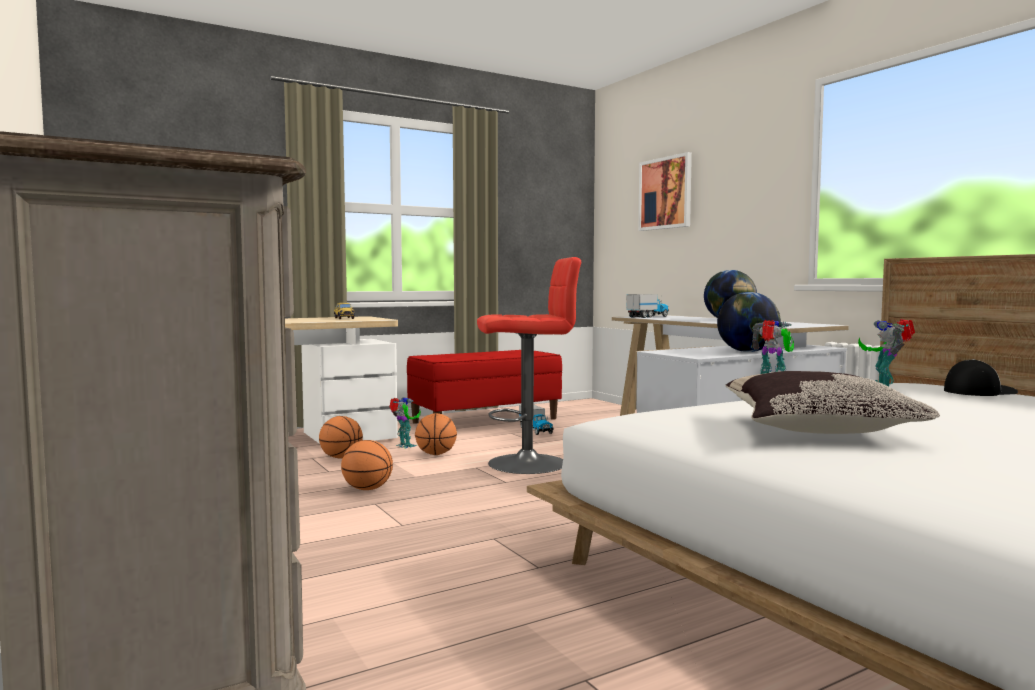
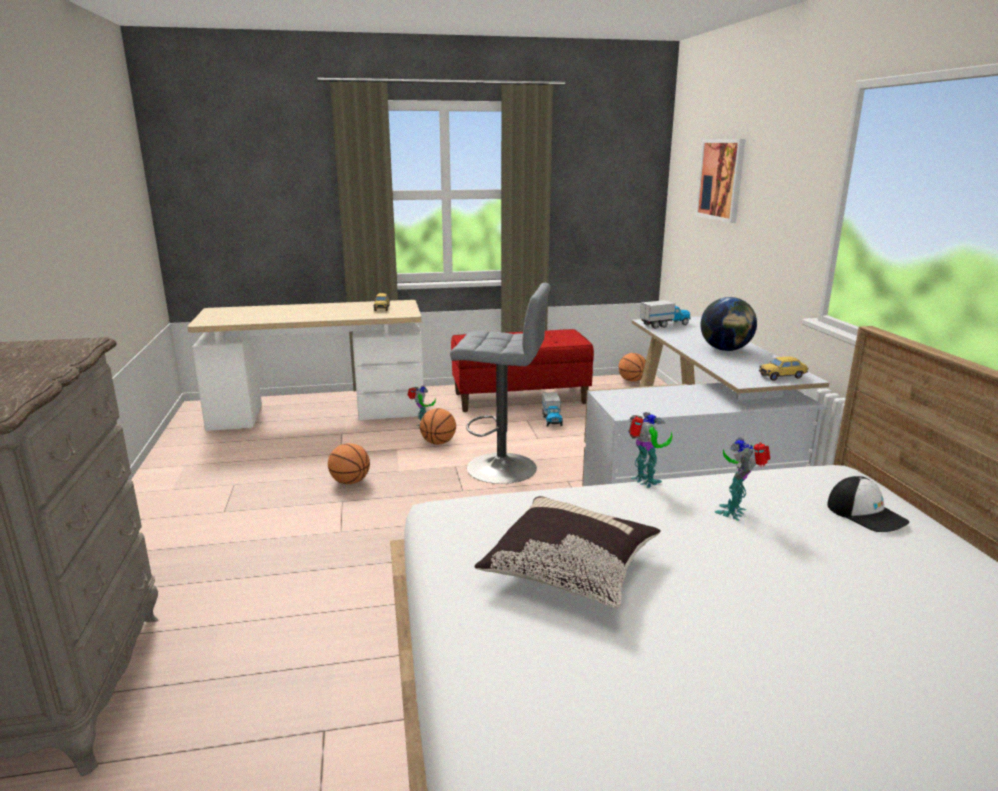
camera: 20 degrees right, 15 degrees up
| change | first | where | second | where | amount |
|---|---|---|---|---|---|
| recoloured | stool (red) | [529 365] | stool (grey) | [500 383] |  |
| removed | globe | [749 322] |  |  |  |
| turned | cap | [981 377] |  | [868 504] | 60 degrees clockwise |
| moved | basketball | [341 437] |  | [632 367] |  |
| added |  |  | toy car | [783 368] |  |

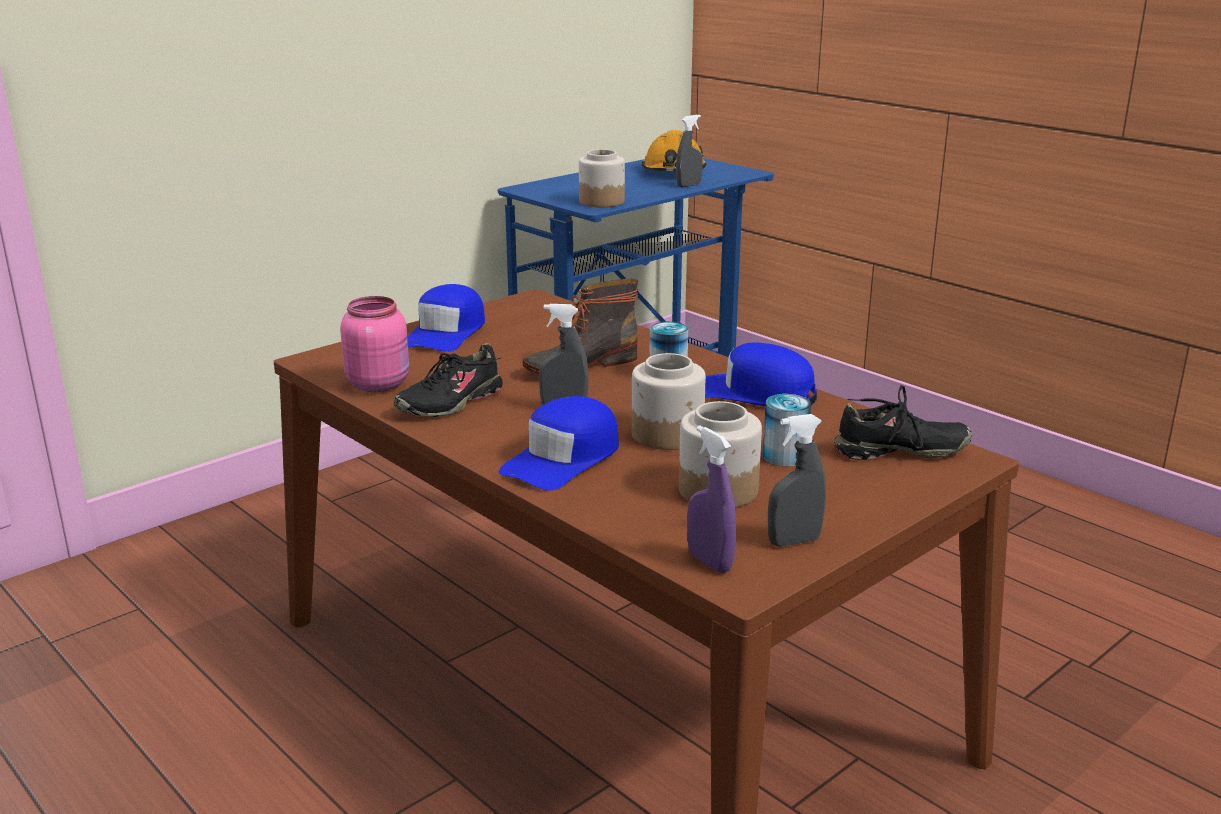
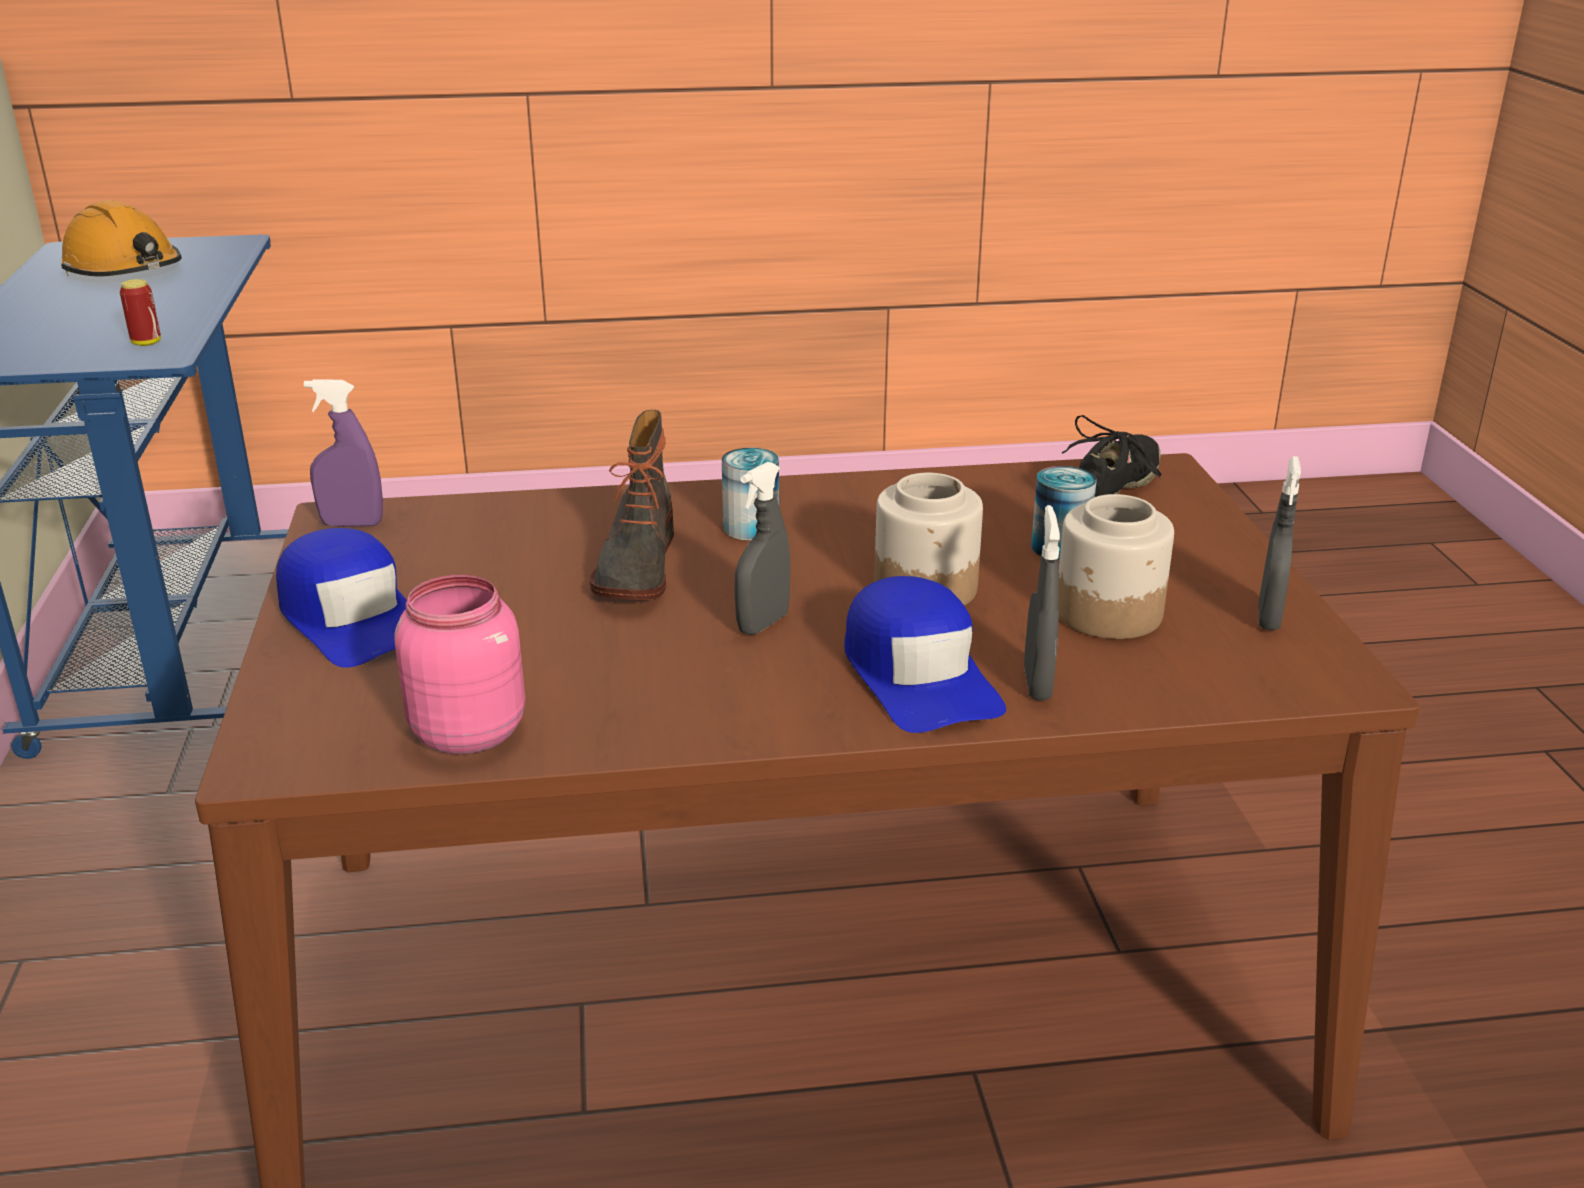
camera: 55 degrees left, 5 degrees up
| change | first | where | second | where | amount |
|---|---|---|---|---|---|
| moved | spray bottle (grey) | [689 151] |  | [1042 602] |  |
| replaced | jar | [602 178] | can | [140 312] |  |
| removed | cap (blue) | [761 374] |  |  |  |
| removed | shoe (black) | [448 380] |  |  |  |
| moved | spray bottle (purple) | [711 499] |  | [343 453] |  |

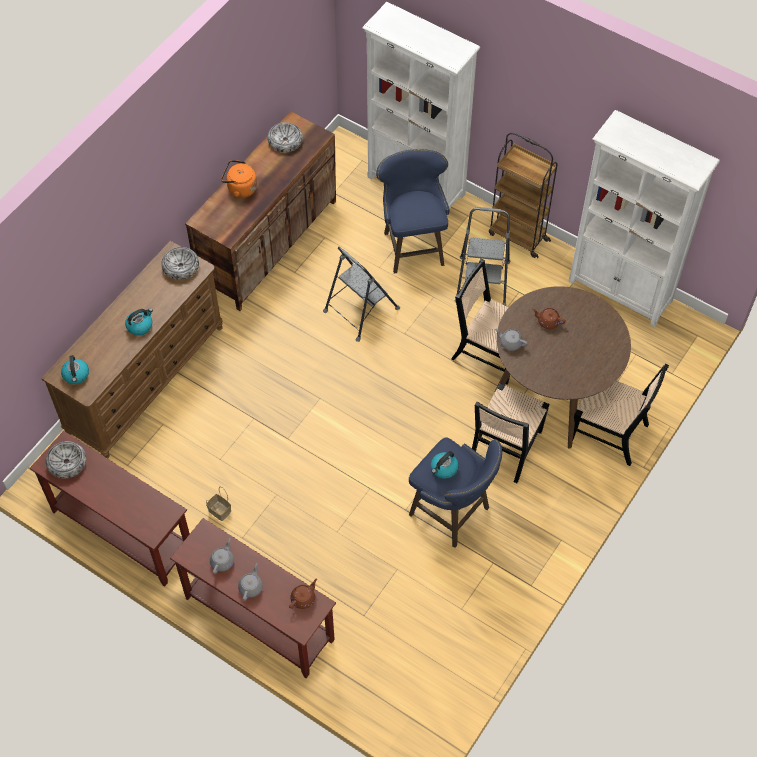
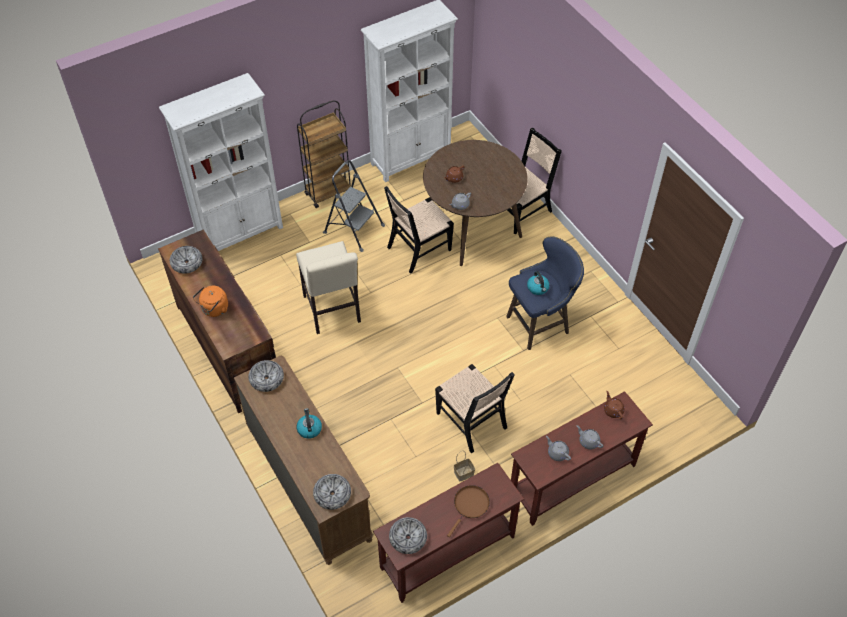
camera: 65 degrees left, 5 degrees down
| change | first | where | second | where | amount |
|---|---|---|---|---|---|
| removed | stool (blue) | [413 211] |  |  |  |
| replaced | step ladder (grey) | [361 294] | stool (beige) | [328 287] |  |
| replaced | kettle | [75 369] | bowl | [332 492] |  |
| moved | chair | [511 433] |  | [475 408] |  |
| added |  |  | frying pan (brown) | [468 511] |  |

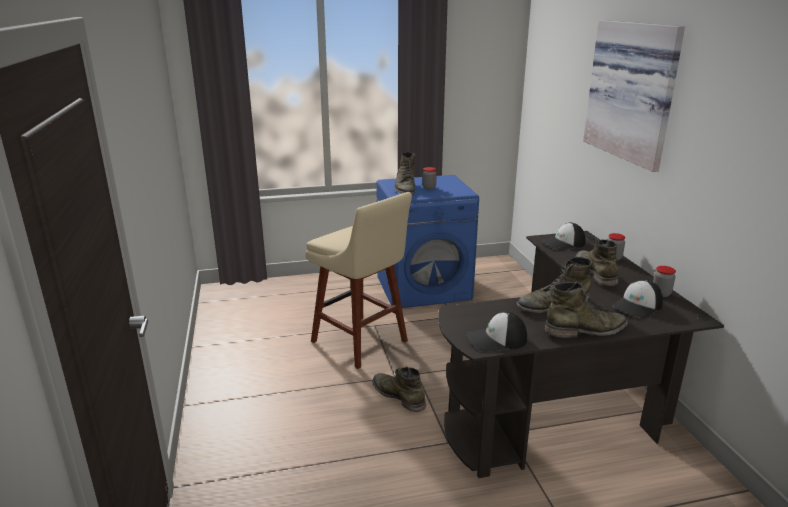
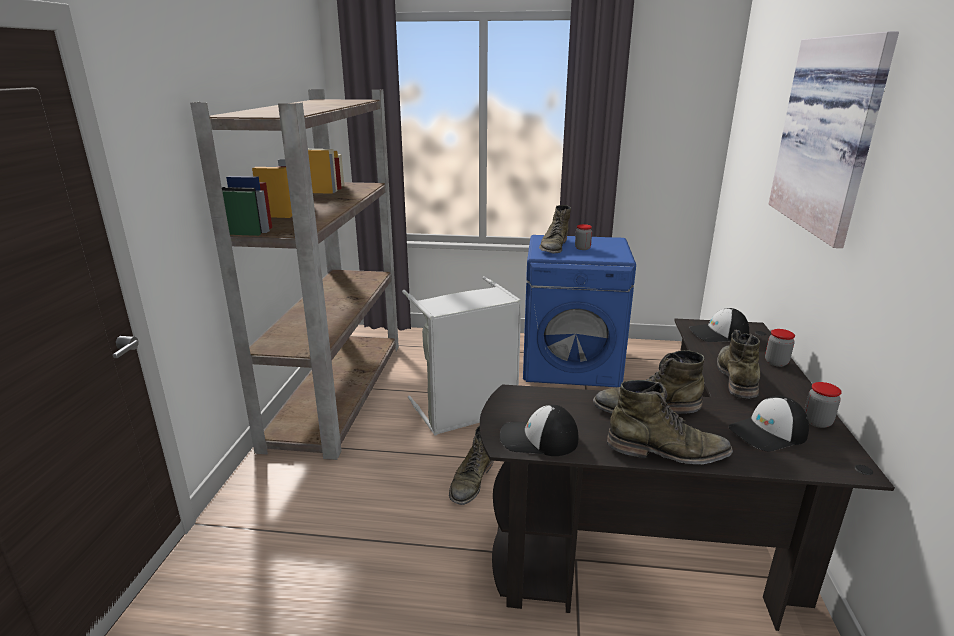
camera: 20 degrees right, 0 degrees up
| change | first | where | second | where | amount |
|---|---|---|---|---|---|
| replaced | stool (beige) | [359 280] | laundry basket (grey) | [462 356] |  |
| turned | boot (green) | [399 389] |  | [471 465] | 135 degrees counterclockwise |
| added |  |  | bookcase (brown) | [294 274] |  |

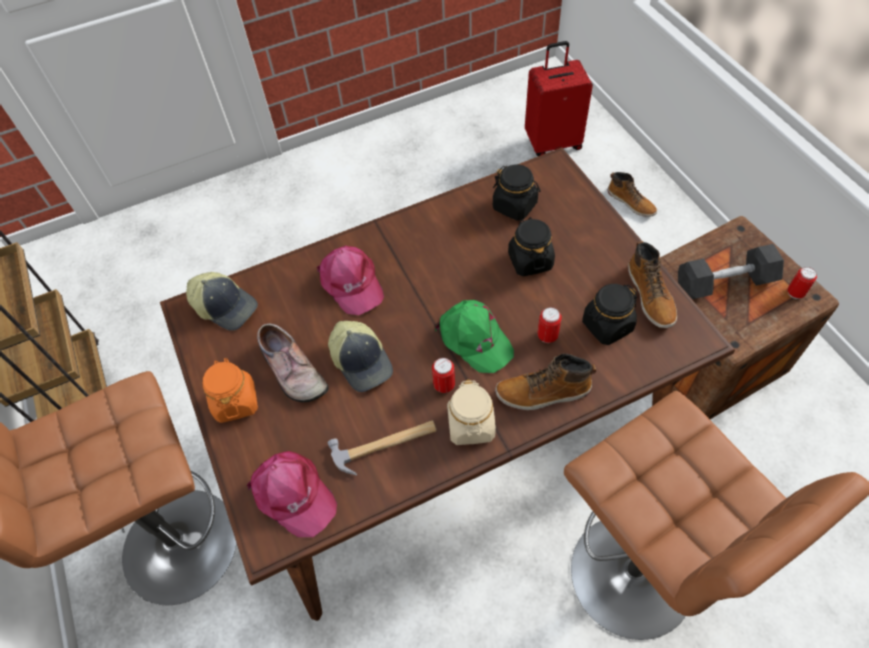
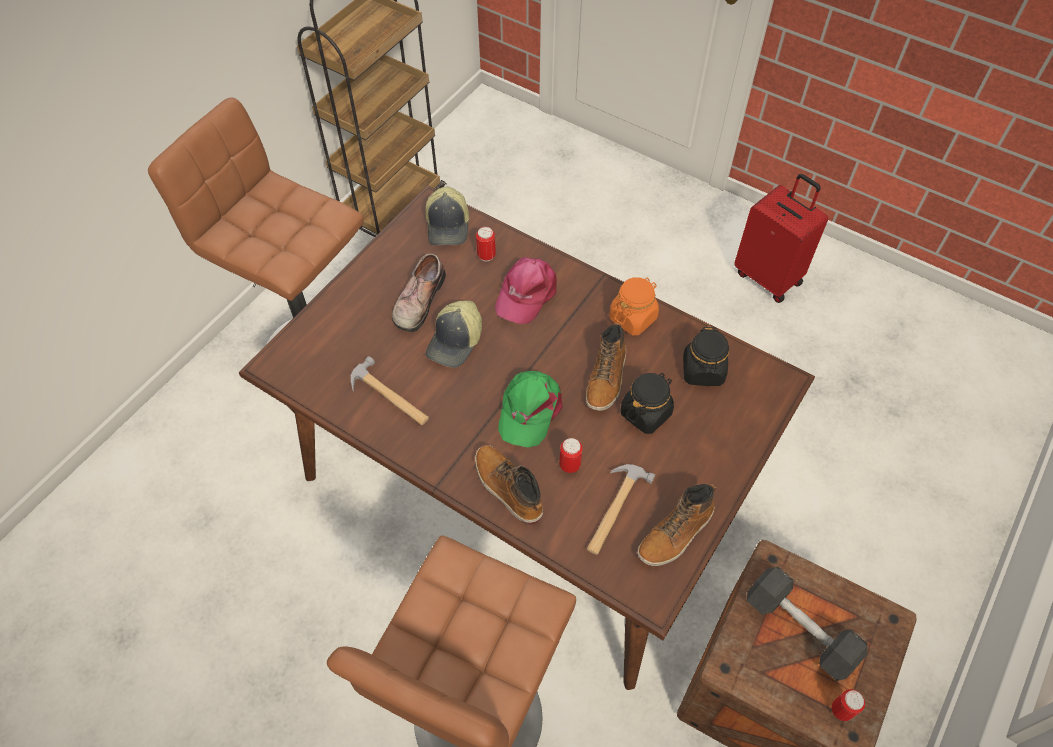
camera: 55 degrees right, 0 degrees up
| change | first | where | second | where | amount |
|---|---|---|---|---|---|
| moved | suitcase (red) | [559 98] |  | [781 238] |  |
| moved | boot | [632 194] |  | [606 367] |  |
| replaced | jar (black) | [609 314] | hammer | [621 509] |  |
| moved | jar (orange) | [230 390] |  | [634 306] |  |
| moved | can | [443 375] |  | [486 244] |  |
| removed | jar (beige) | [471 412] |  |  |  |
| removed | cap (pink) | [291 494] |  |  |  |

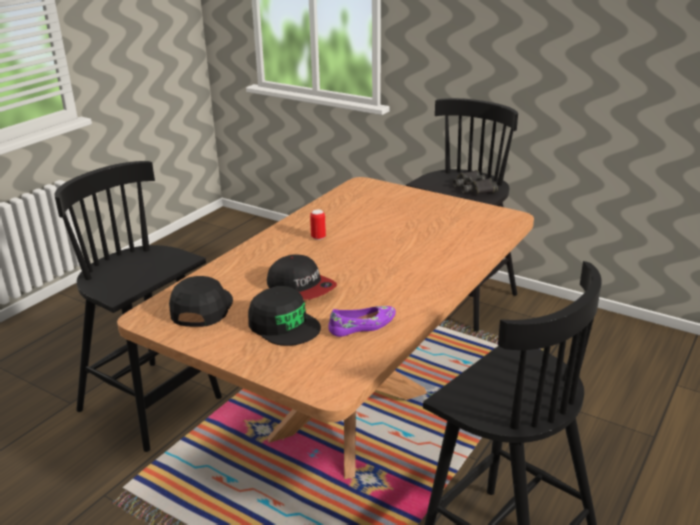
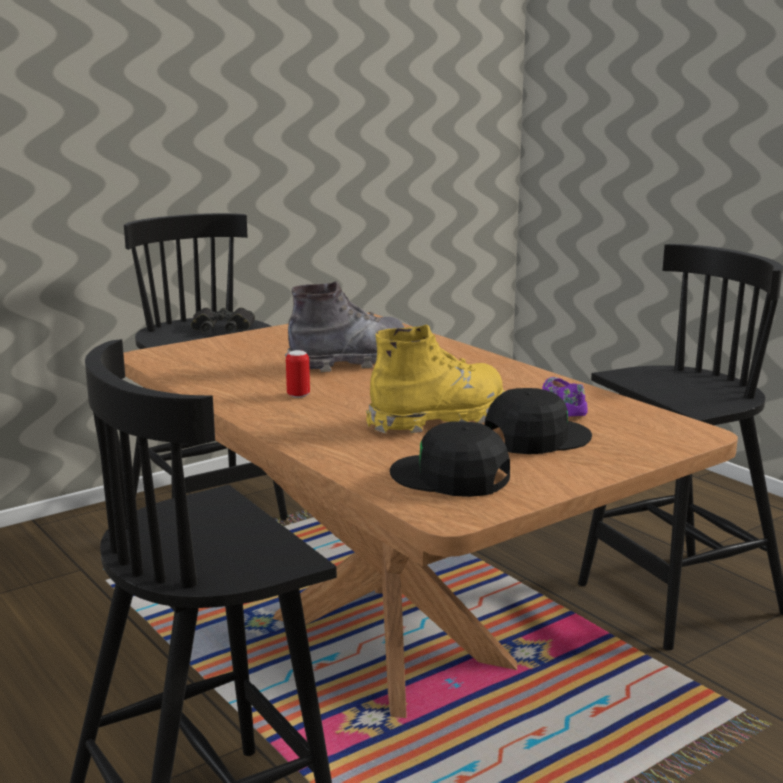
camera: 70 degrees left, 10 degrees down
| change | first | where | second | where | amount |
|---|---|---|---|---|---|
| replaced | cap | [302 277] | boot (yellow) | [435 379] |  |
| added |  |  | boot (grey) | [345 326] |  |

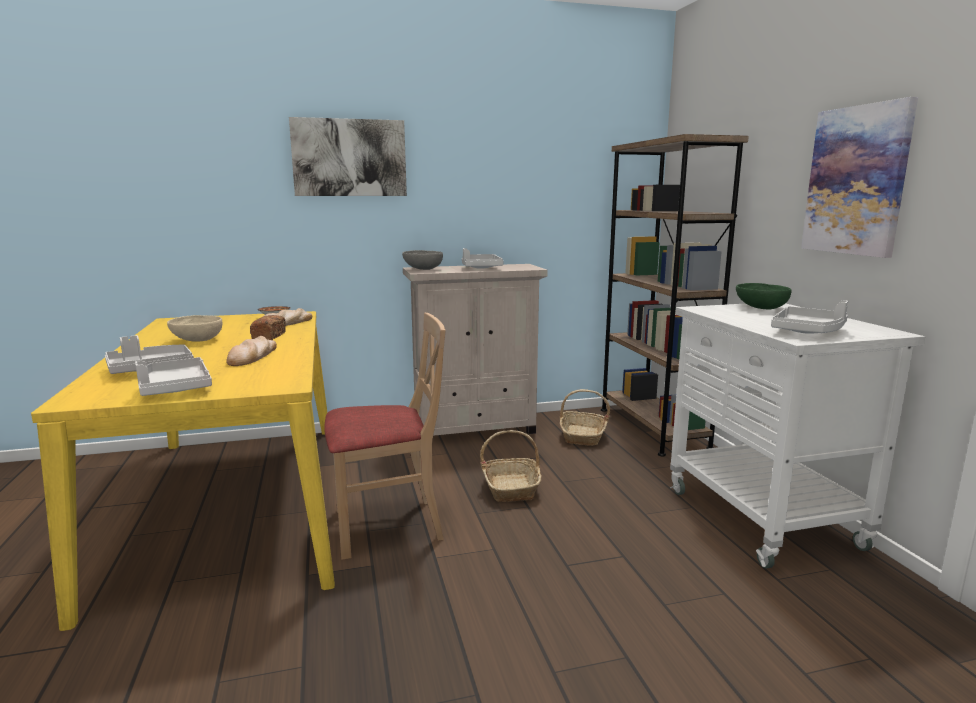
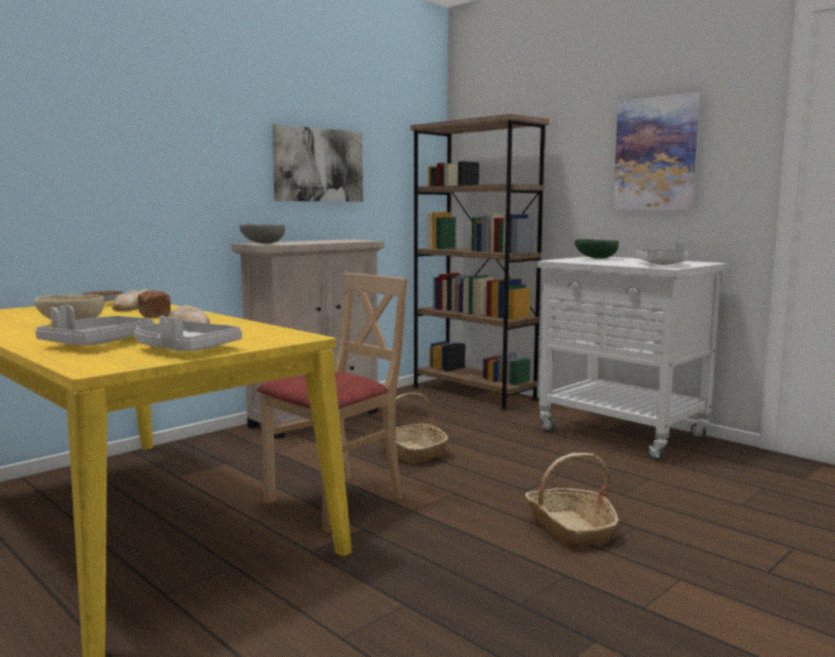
camera: 30 degrees left, 5 degrees down
| change | first | where | second | where | amount |
|---|---|---|---|---|---|
| moved | picture | [348 156] |  | [317 163] |  |
| removed | tray (grey) | [482 258] |  |  |  |
| moved | basket | [585 417] |  | [572 500] |  |

